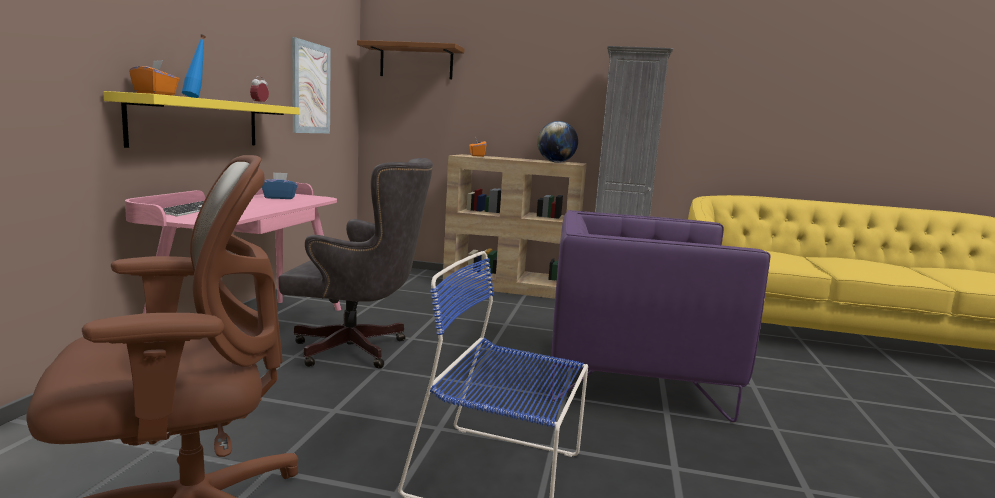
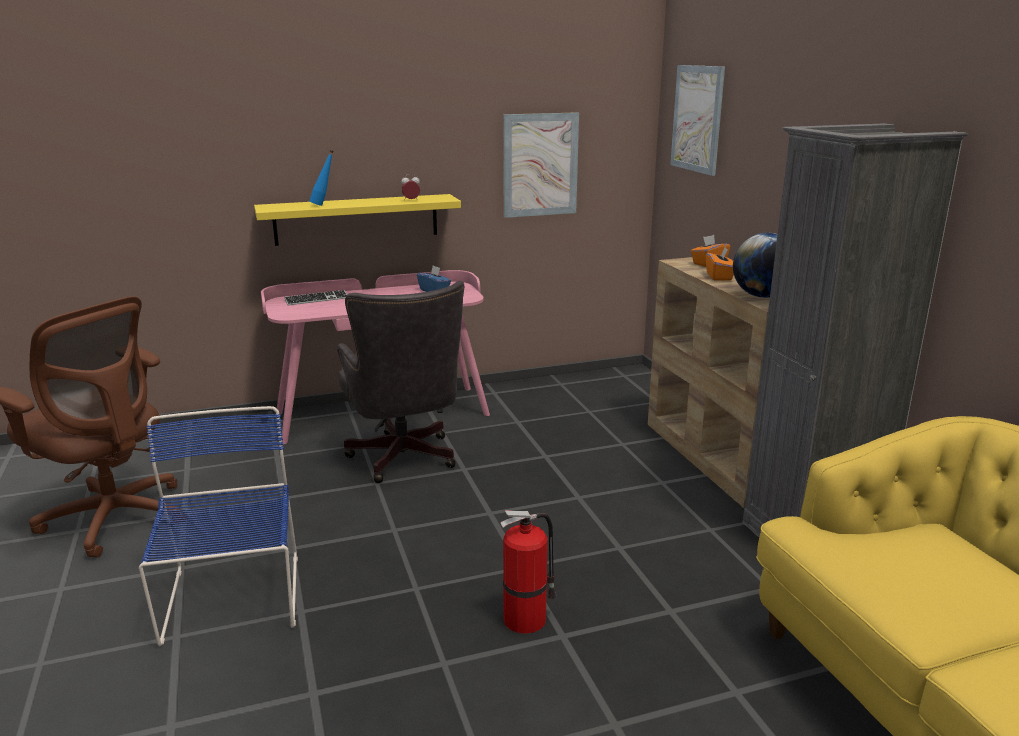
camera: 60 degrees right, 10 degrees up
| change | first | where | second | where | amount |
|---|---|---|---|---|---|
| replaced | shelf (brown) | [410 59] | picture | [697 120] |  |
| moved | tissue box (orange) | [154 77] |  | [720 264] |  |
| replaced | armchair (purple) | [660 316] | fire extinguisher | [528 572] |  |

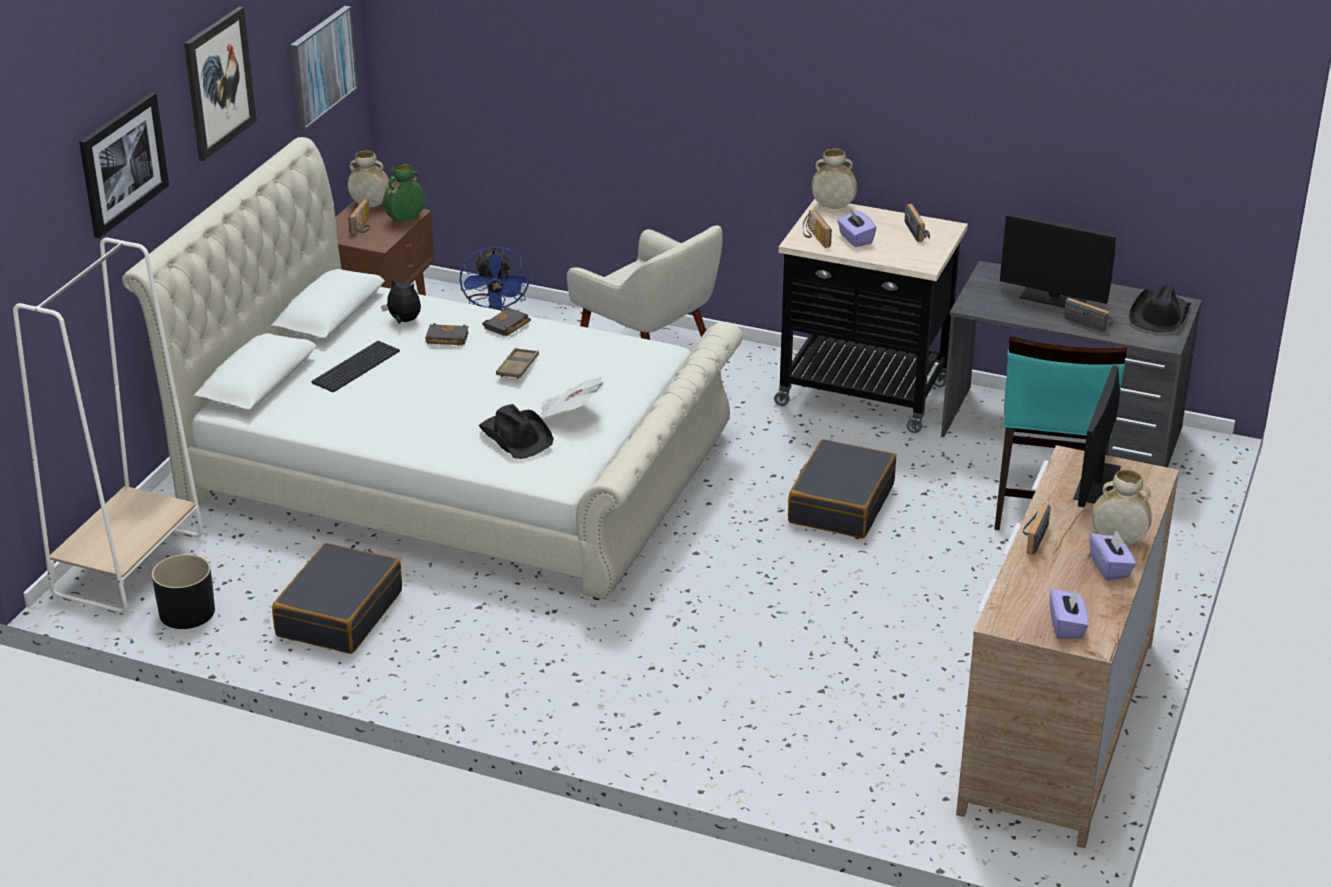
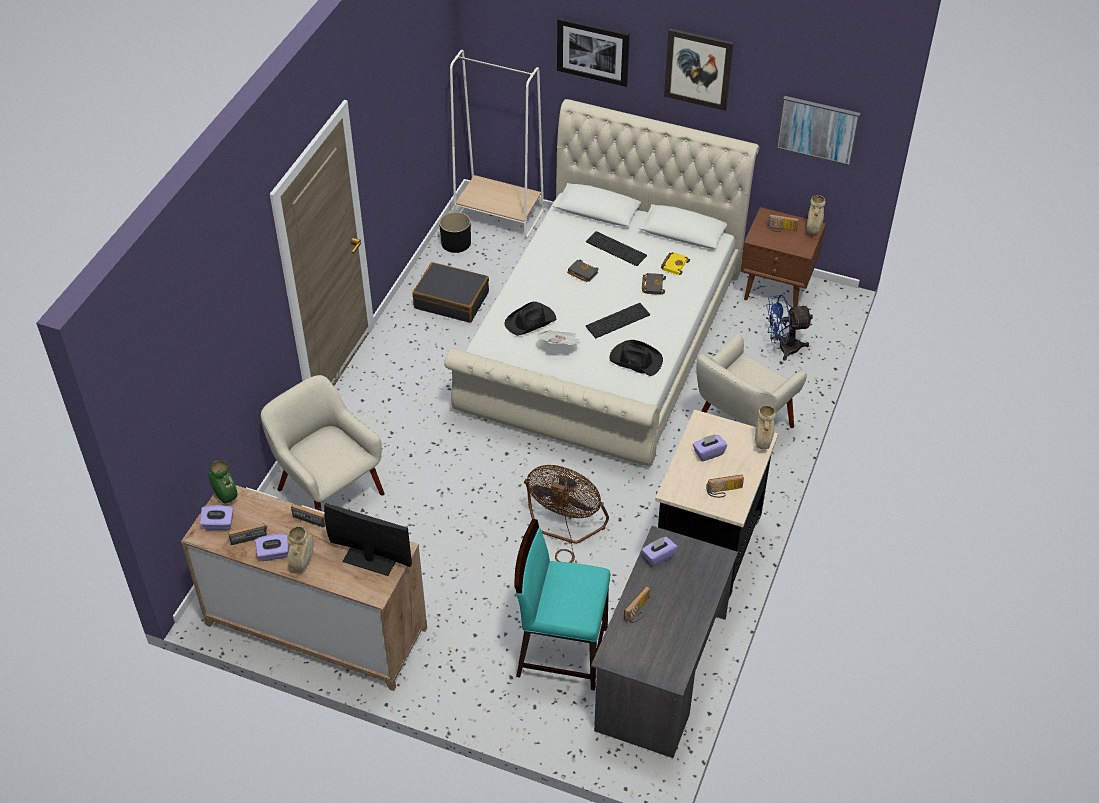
camera: 90 degrees right, 15 degrees up
| change | first | where | second | where | amount |
|---|---|---|---|---|---|
| moved | vase (green) | [404 193] |  | [222 481] |  |
| moved | radio | [817 229] |  | [248 534] |  |
| removed | monitor | [1058 261] |  |  |  |
| replaced | plush toy | [401 301] | book (yellow) | [675 263] |  |
| moved | hat (black) | [1160 308] |  | [636 358] |  |
| moved | book (black) | [506 321] |  | [583 271] |  |
| replaced | tray (brown) | [517 363] | keyboard | [618 320] |  |
| replaced | suitcase (black) | [842 489] | fan (brown) | [566 514] |  |
| added |  |  | armchair (beige) | [323 443] |  |
| added |  |  | tissue box (purple) | [659 552] |  |

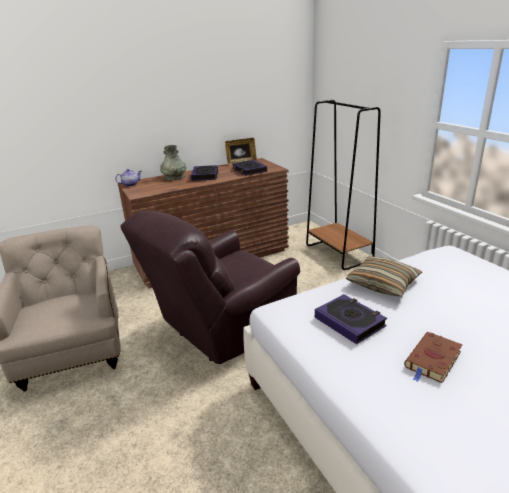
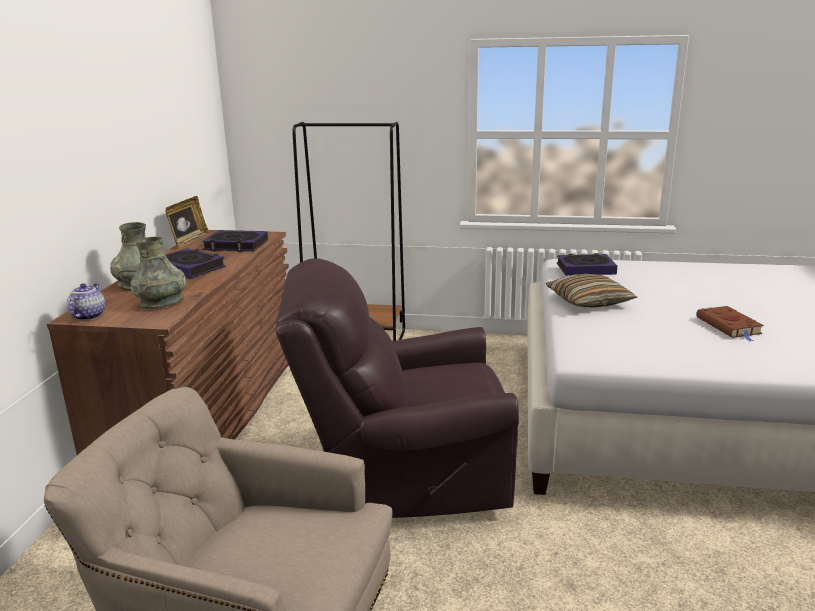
camera: 55 degrees left, 5 degrees down
| change | first | where | second | where | amount |
|---|---|---|---|---|---|
| turned | armchair (brown) | [210 287] |  | [397 388] | 90 degrees clockwise |
| moved | book | [351 319] |  | [587 264] |  |
| added |  |  | vase (grey) | [158 272] |  |

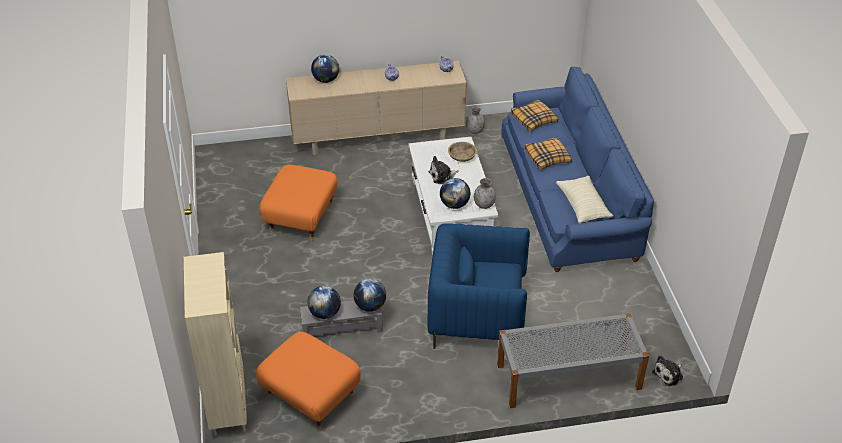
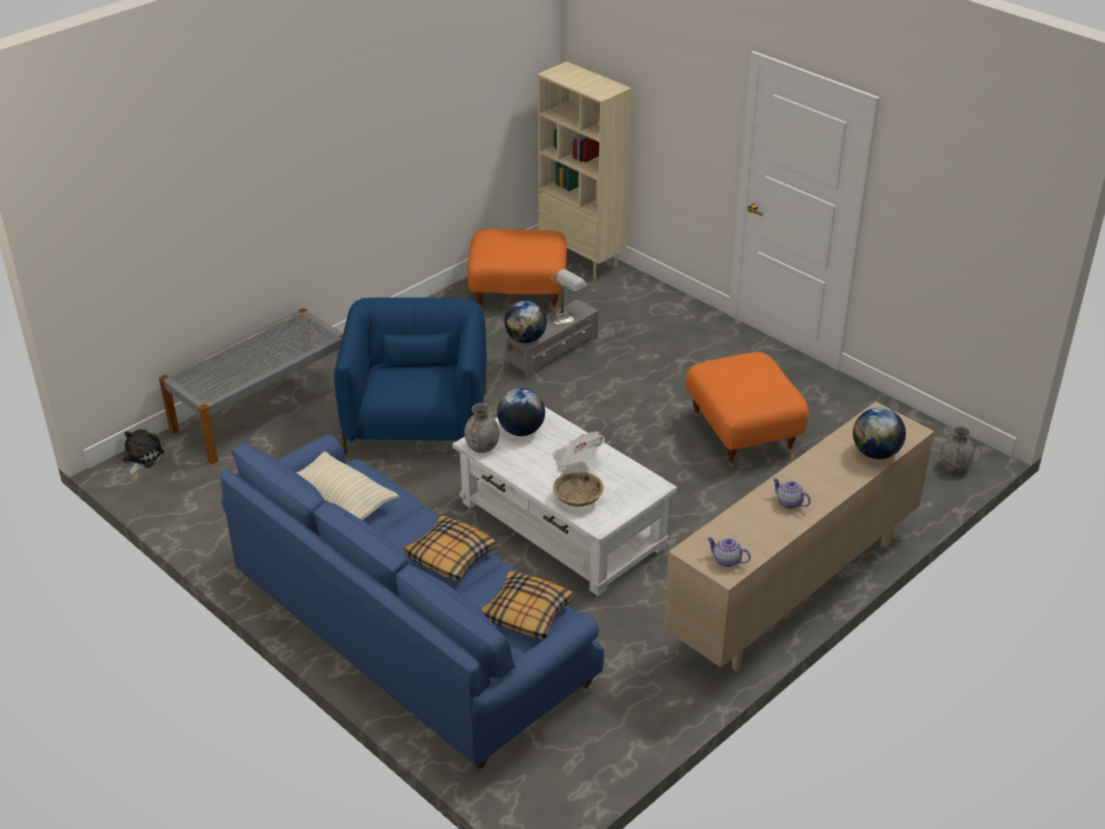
camera: 145 degrees right, 5 degrees down
| change | first | where | second | where | amount |
|---|---|---|---|---|---|
| moved | vase (grey) | [475 120] |  | [957 449] |  |
| replaced | plush toy | [444 170] | newspaper | [579 450] |  |
| turned | armchair (blue) | [479 286] |  | [410 376] | 60 degrees counterclockwise |
| replaced | globe | [324 302] | table lamp (white) | [568 297] |  |

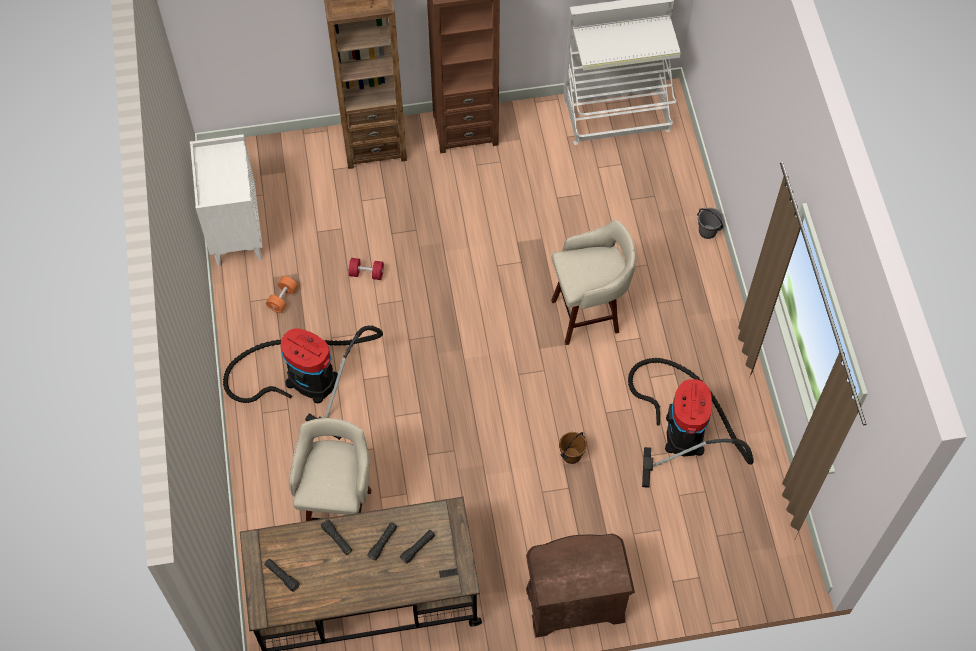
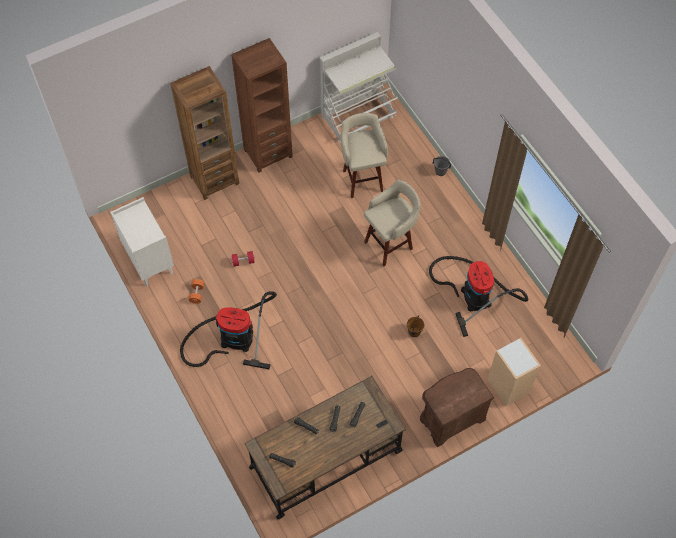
camera: 20 degrees left, 0 degrees up
| change | first | where | second | where | amount |
|---|---|---|---|---|---|
| moved | stool (beige) | [330 469] |  | [364 155] |  |
| added |  |  | bookcase | [514 372] |  |

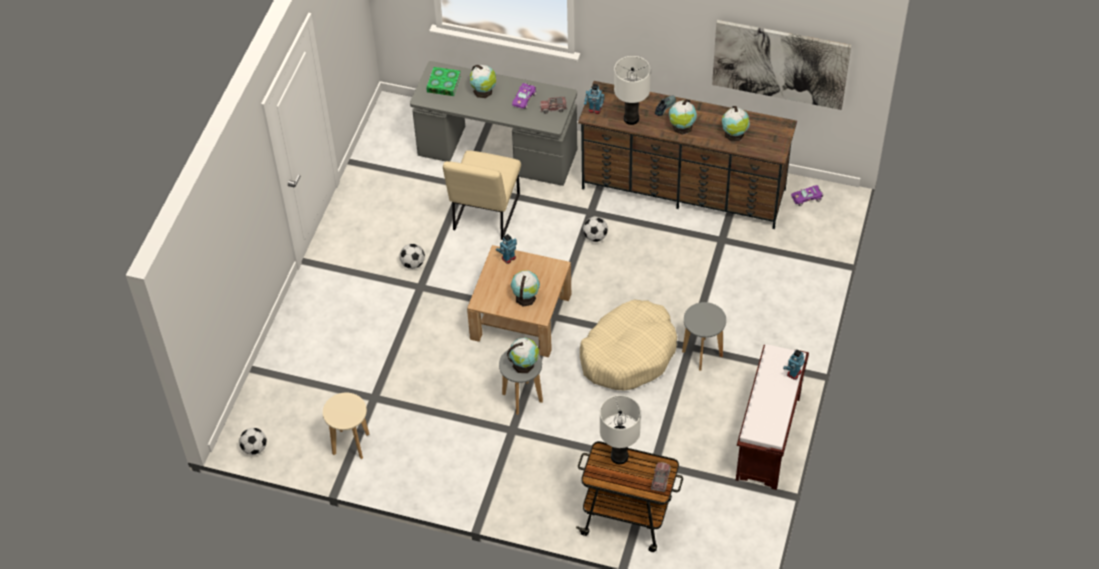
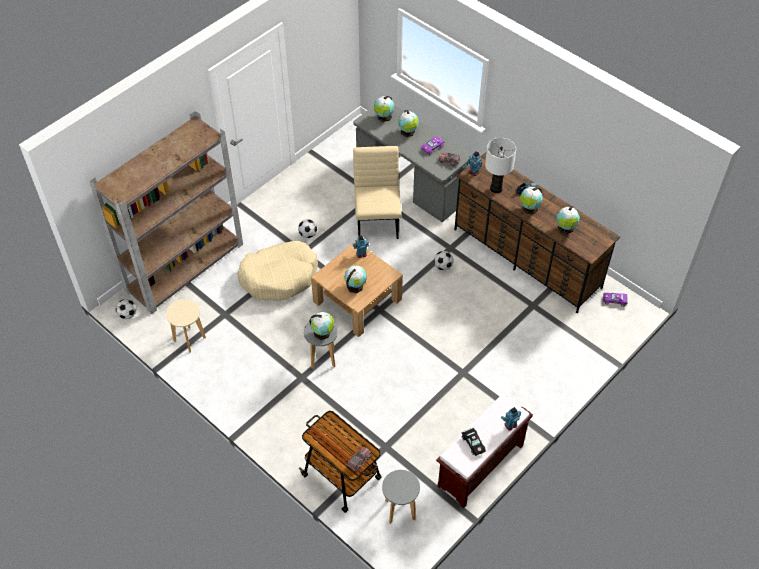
camera: 25 degrees right, 0 degrees up
| change | first | where | second | where | amount |
|---|---|---|---|---|---|
| removed | picture | [781 65] |  |  |  |
| replaced | book | [443 81] | globe | [384 109] |  |
| turned | chair (beige) | [482 195] |  | [377 192] | 135 degrees clockwise |
| moved | dog bed (beige) | [628 345] |  | [278 271] |  |
| moved | stool (grey) | [704 336] |  | [401 497] |  |
| removed | table lamp (white) | [620 429] |  |  |  |
| added |  |  | bookcase (brown) | [166 212] |  |
| added |  |  | toy car (black) | [474 442] |  |

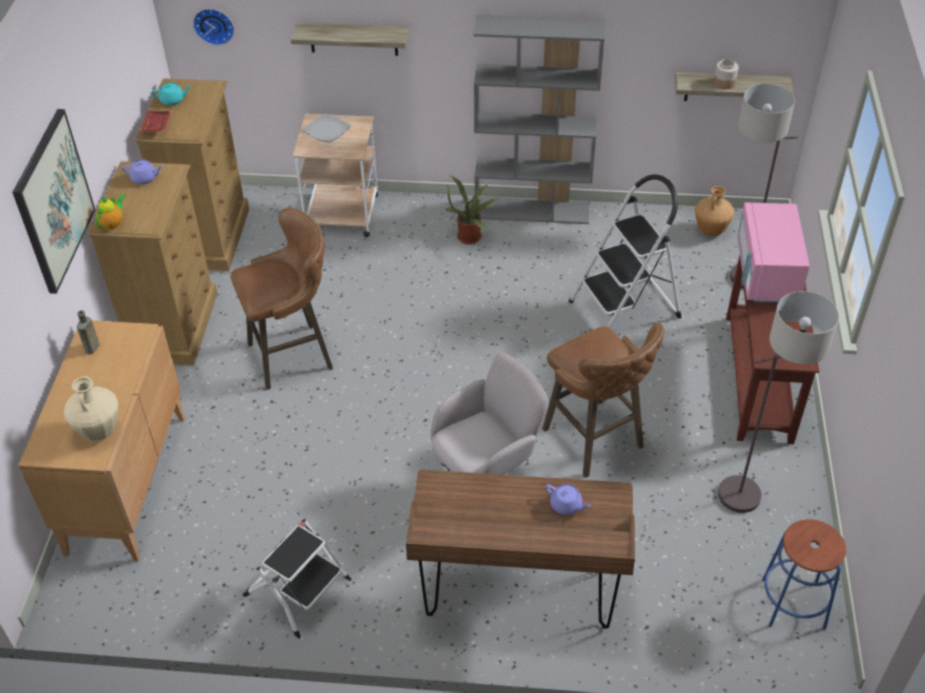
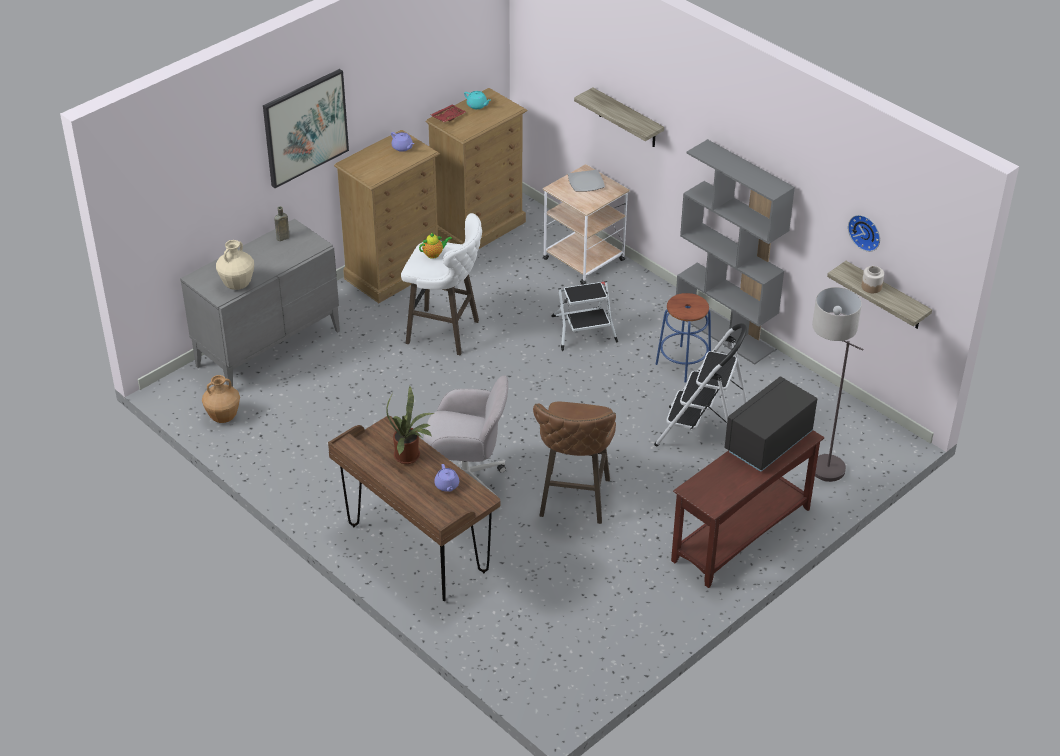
camera: 40 degrees right, 5 degrees down
| change | first | where | second | where | amount |
|---|---|---|---|---|---|
| moved | wall clock | [213 27] |  | [864 233] |  |
| moved | potted plant | [472 210] |  | [410 425] |  |
| moved | vase (brown) | [714 211] |  | [221 399] |  |
| moved | teapot | [110 211] |  | [435 245] |  |
| recoloured | microwave (pink) | [773 252] | microwave (black) | [771 424] |  |
| recoloured | stool (brown) | [282 299] | stool (white) | [441 284] |  |
| removed | floor lamp (grey) | [778 402] |  |  |  |
| recoloured | cabinet (brown) | [101 441] | cabinet (grey) | [260 303] |  |
| moved | step ladder | [297 579] |  | [584 316] |  |
| moved | stool (blue) | [804 574] |  | [683 338] |  |

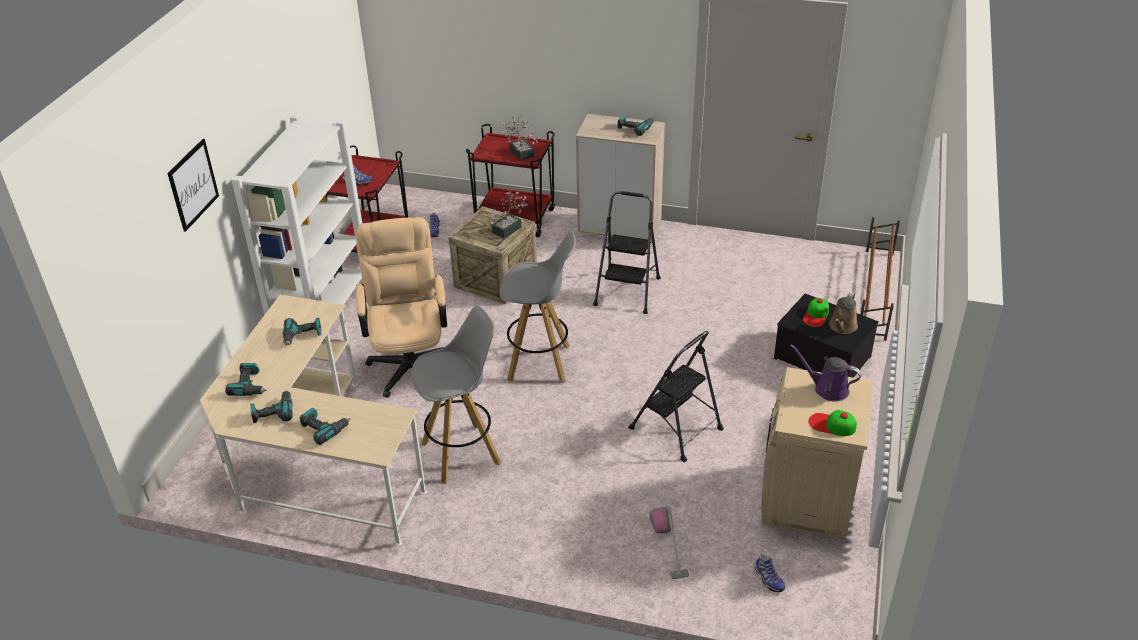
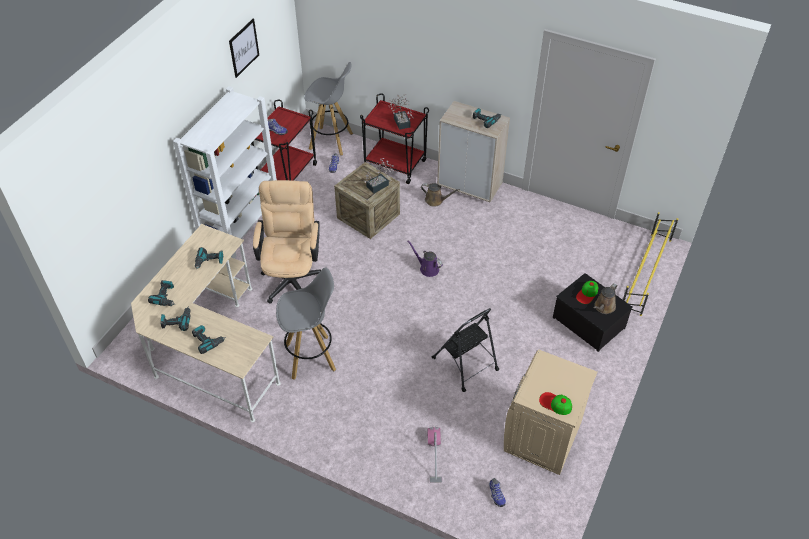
camera: 10 degrees right, 10 degrees up
| change | first | where | second | where | amount |
|---|---|---|---|---|---|
| moved | picture | [193 185] |  | [244 48] |  |
| removed | step ladder (black) | [627 252] |  |  |  |
| recoloured | shoe rack (brown) | [880 278] | shoe rack (yellow) | [650 264] |  |
| moved | stool (grey) | [538 307] |  | [328 109] |  |
| moved | watering can (purple) | [826 373] |  | [425 258] |  |
| added |  |  | watering can (brown) | [440 195] |  |

